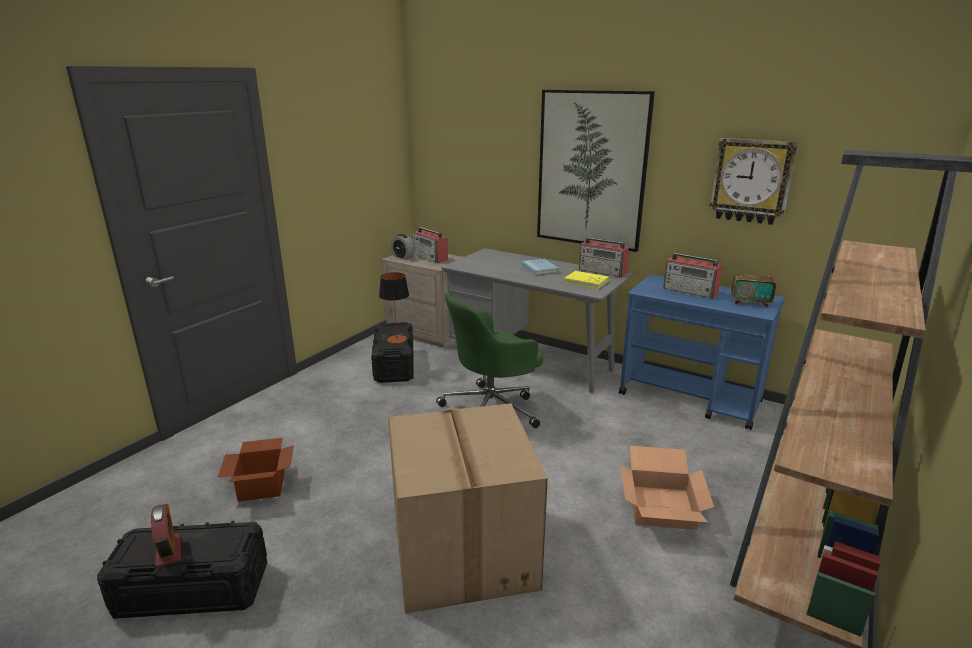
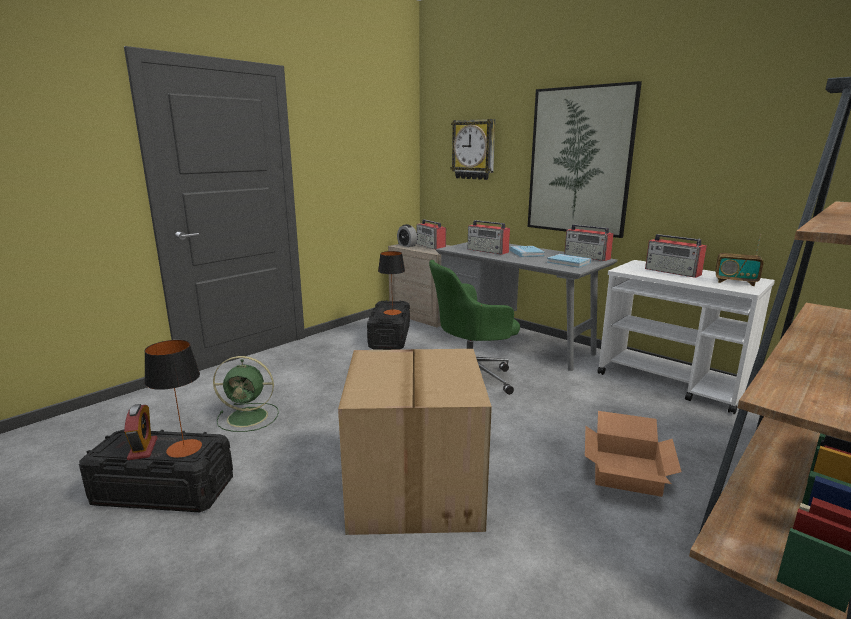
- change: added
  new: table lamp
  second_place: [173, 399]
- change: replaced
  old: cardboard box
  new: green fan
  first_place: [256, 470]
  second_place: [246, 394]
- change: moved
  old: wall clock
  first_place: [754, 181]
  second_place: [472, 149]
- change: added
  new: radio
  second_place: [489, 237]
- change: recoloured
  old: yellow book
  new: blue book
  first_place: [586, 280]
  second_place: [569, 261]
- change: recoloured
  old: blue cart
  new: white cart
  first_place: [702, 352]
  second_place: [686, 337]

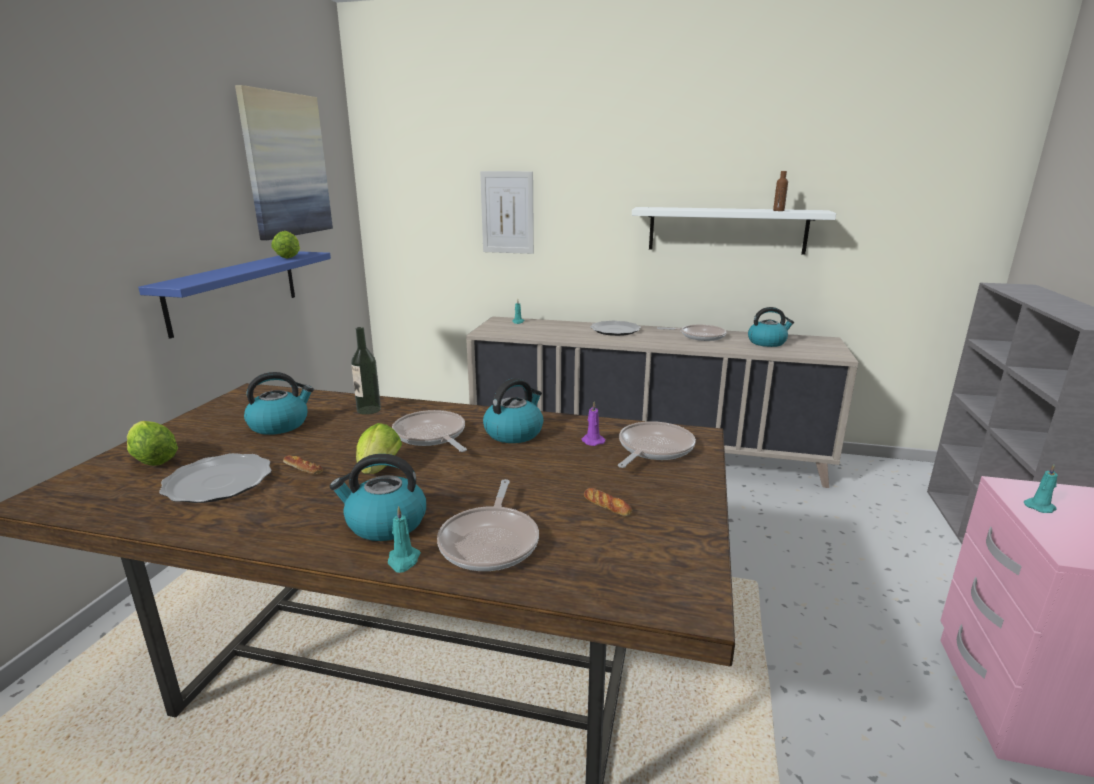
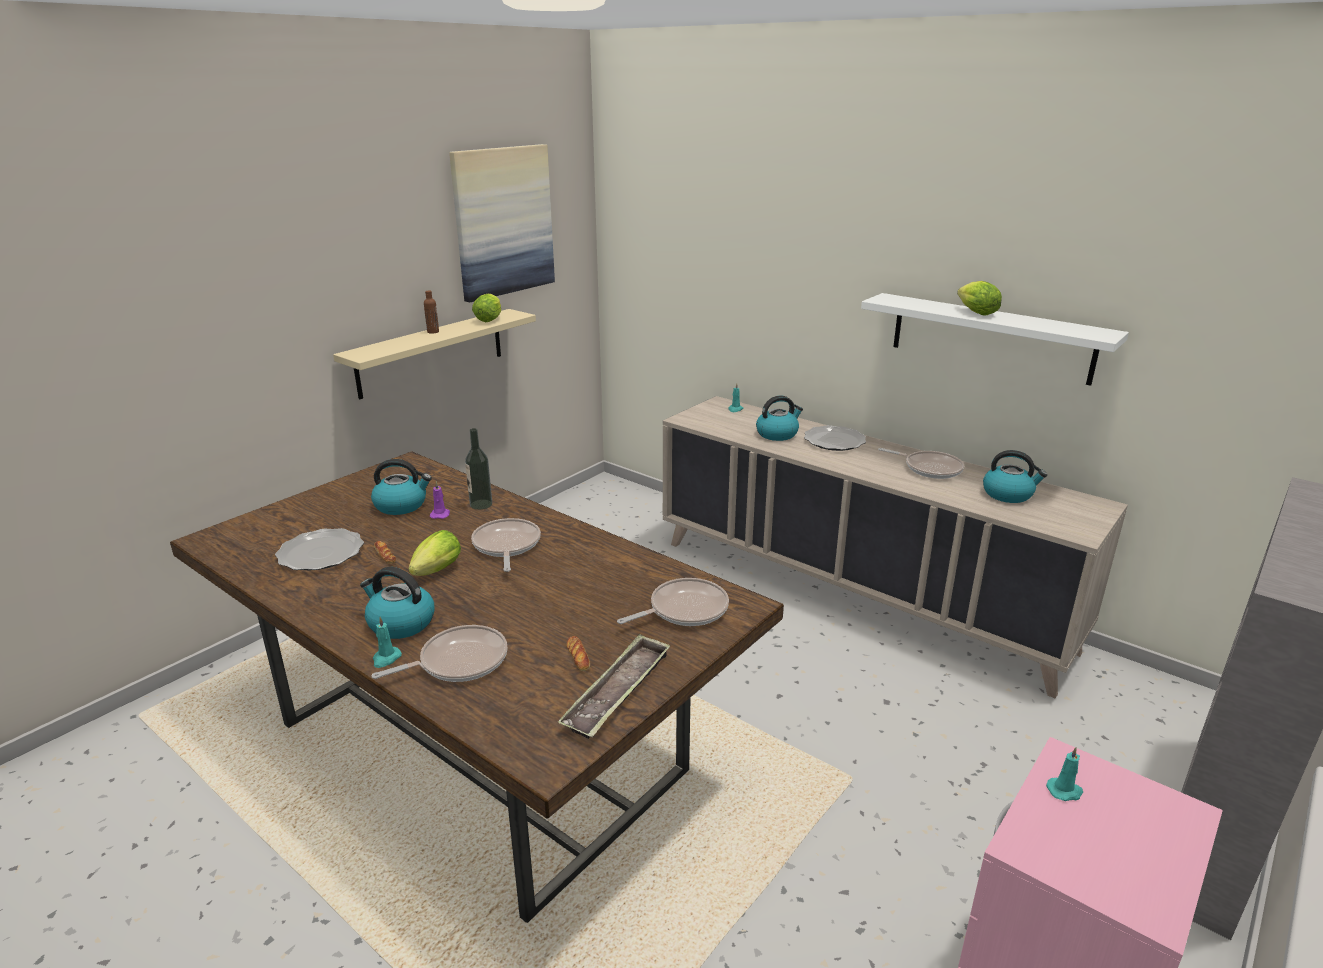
- change: recoloured
  old: blue shelf
  new: beige shelf
  first_place: [234, 295]
  second_place: [434, 354]
- change: turned
  old: frying pan
  first_place: [488, 525]
  second_place: [439, 653]
  degrees: -150
- change: moved
  old: brown bottle
  first_place: [780, 191]
  second_place: [431, 312]
- change: moved
  old: purple candle
  first_place: [593, 423]
  second_place: [440, 500]
- change: added
  new: tray
  second_place: [614, 686]
- change: moved
  old: kettle
  first_place: [513, 410]
  second_place: [779, 418]
- change: moved
  old: lettuce
  first_place: [152, 443]
  second_place: [979, 298]
- change: removed
  old: picture
  first_place: [507, 212]

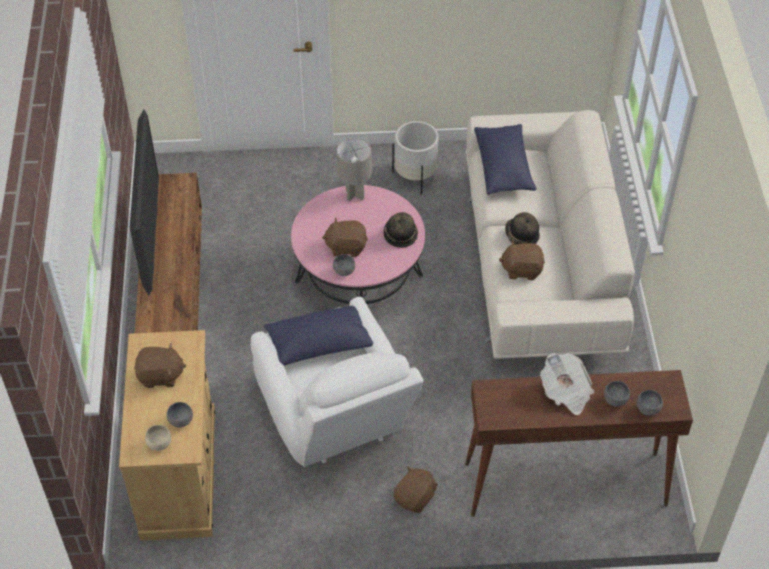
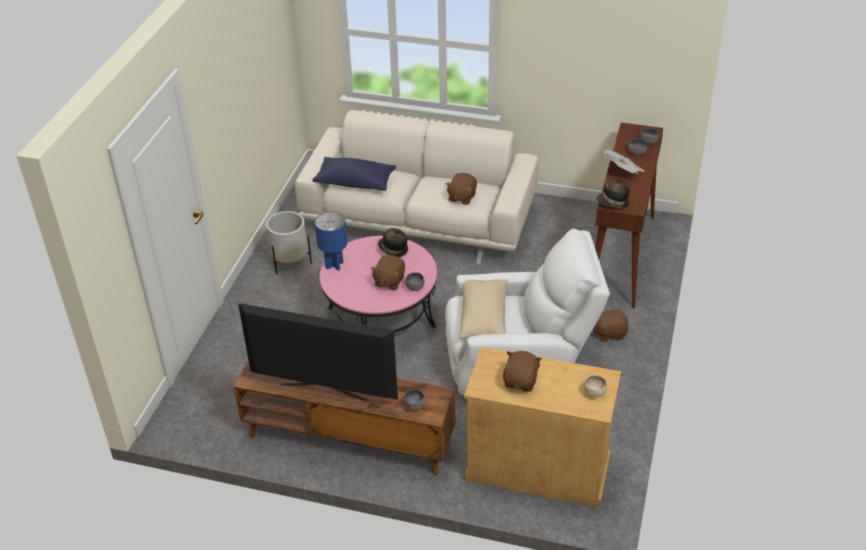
- change: recoloured
  old: grey table lamp
  new: blue table lamp
  first_place: [354, 170]
  second_place: [331, 241]
- change: moved
  old: grey bowl
  first_place: [179, 414]
  second_place: [414, 400]
- change: recoloured
  old: blue pillow
  new: beige pillow
  first_place: [318, 336]
  second_place: [483, 309]
- change: turned
  old: brown plush toy
  first_place: [415, 489]
  second_place: [611, 325]
  degrees: -60
- change: moved
  old: hat
  first_place: [522, 228]
  second_place: [613, 194]

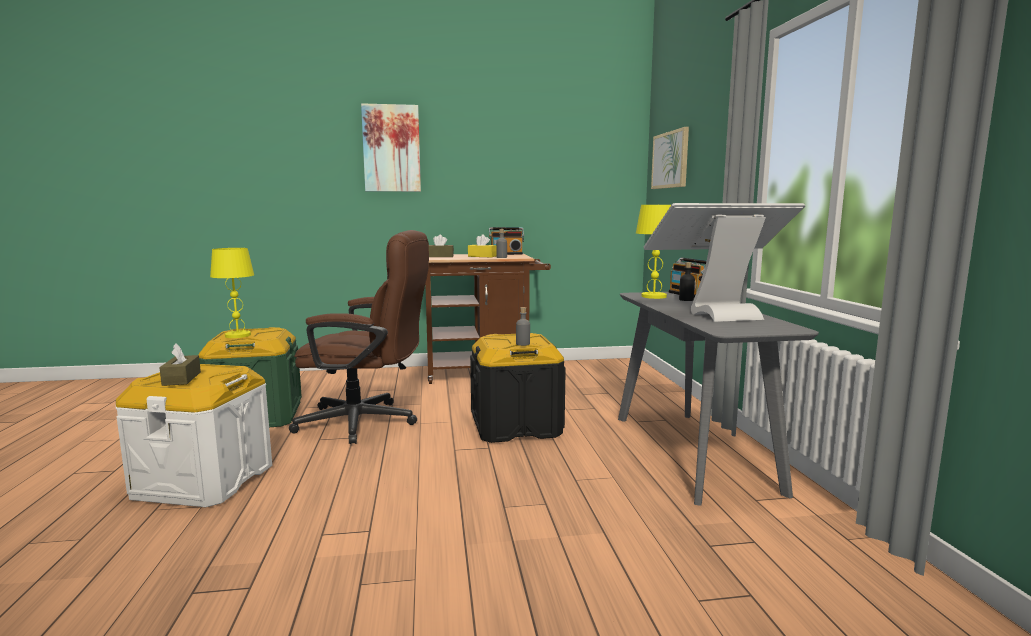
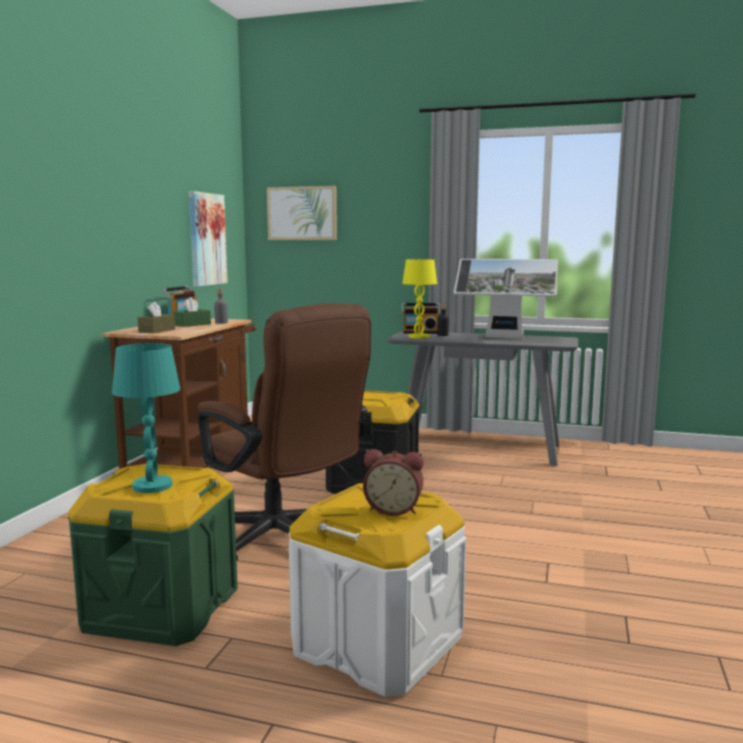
- change: recoloured
  old: yellow table lamp
  new: turquoise table lamp
  first_place: [232, 293]
  second_place: [146, 418]
- change: recoloured
  old: yellow tissue box
  new: green tissue box
  first_place: [482, 245]
  second_place: [192, 312]
- change: moved
  old: picture
  first_place: [391, 147]
  second_place: [208, 239]
- change: turned
  old: brown office chair
  first_place: [359, 337]
  second_place: [284, 431]
  degrees: 105
- change: replaced
  old: brown tissue box
  new: alarm clock
  first_place: [180, 365]
  second_place: [393, 482]
- change: turned
  old: monitor
  first_place: [724, 262]
  second_place: [506, 299]
  degrees: -90
- change: removed
  old: grey bottle
  first_place: [523, 326]

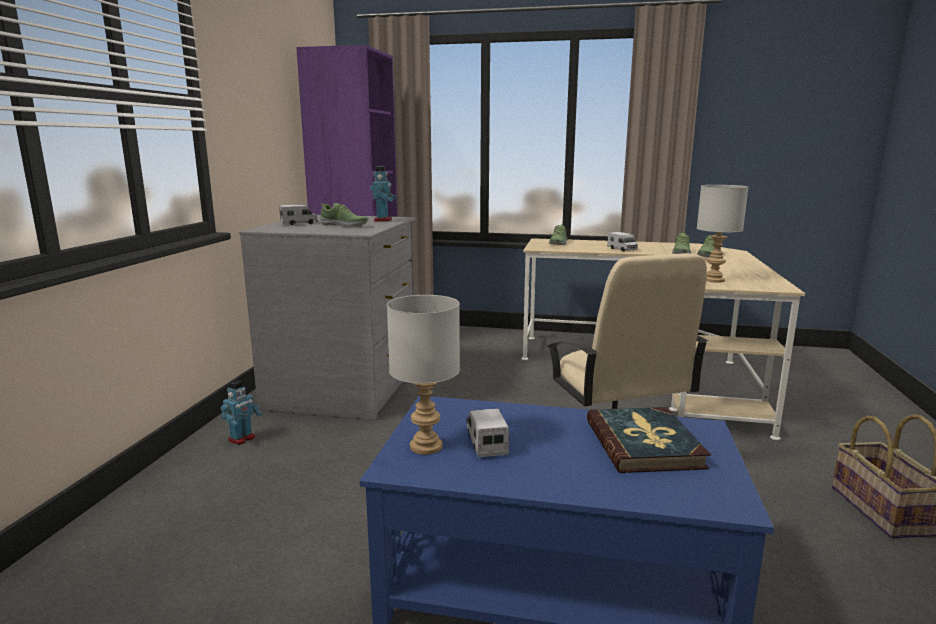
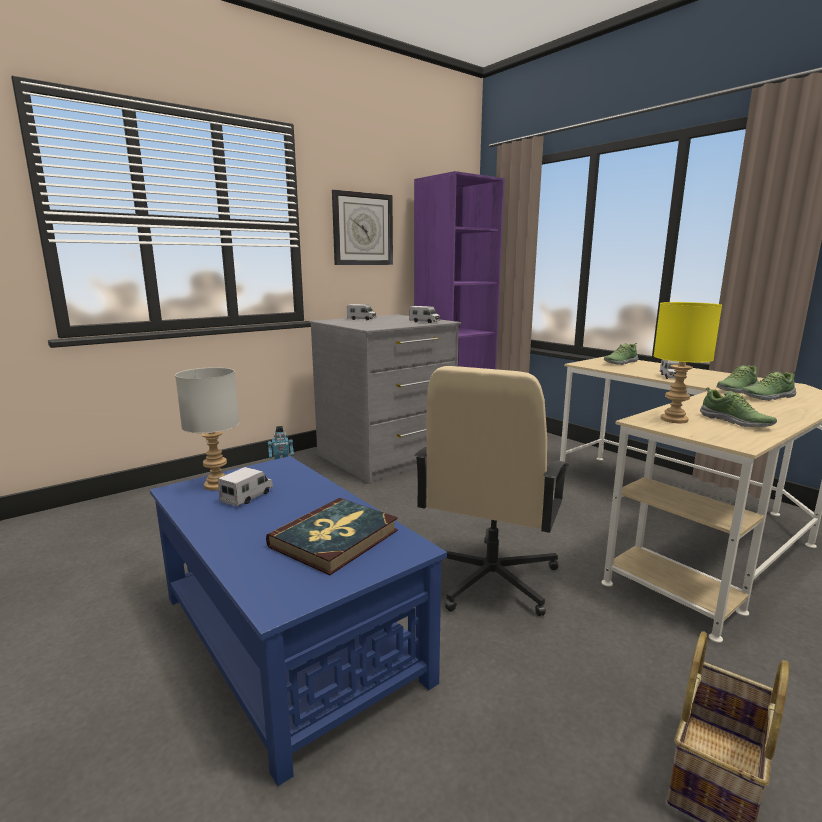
- change: added
  new: wall clock
  second_place: [362, 227]
- change: replaced
  old: toy robot
  new: toy truck
  first_place: [383, 194]
  second_place: [424, 314]
- change: recoloured
  old: grey table lamp
  new: yellow table lamp
  first_place: [722, 234]
  second_place: [688, 362]
- change: moved
  old: shoe
  first_place: [343, 215]
  second_place: [738, 407]

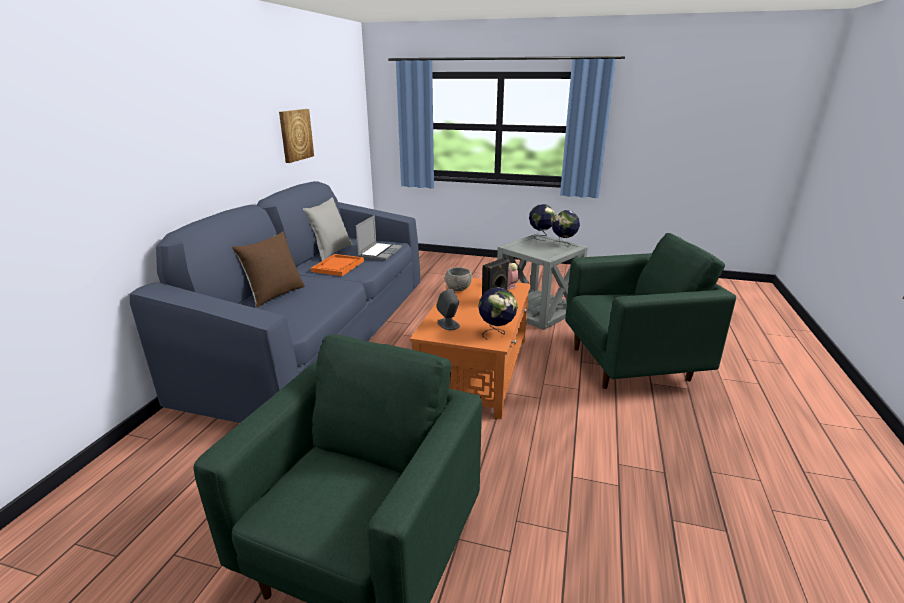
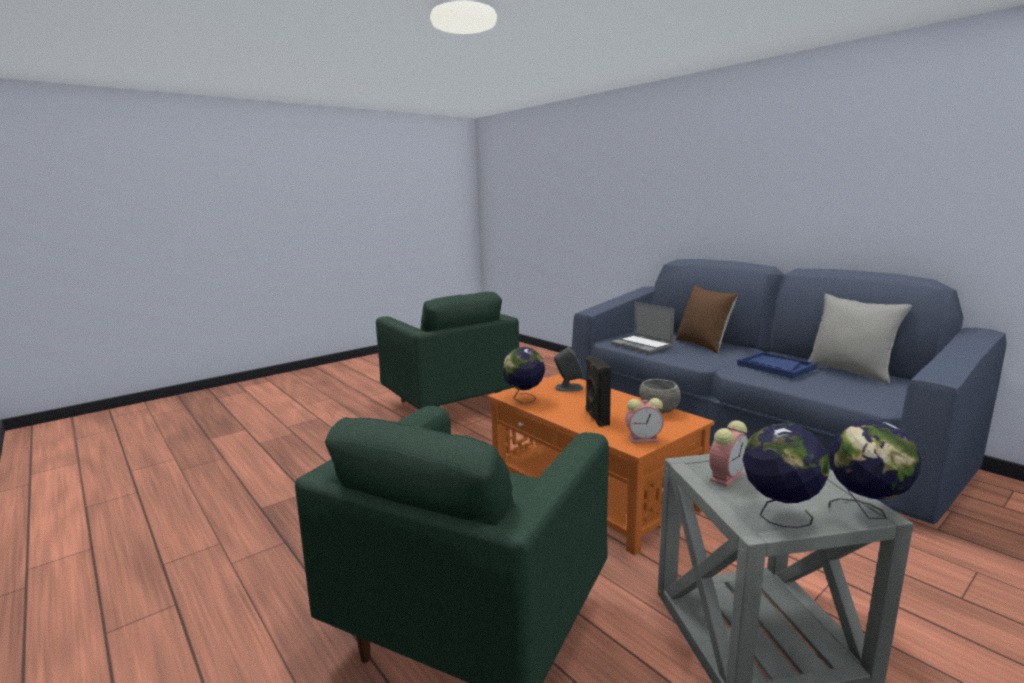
- change: moved
  old: laptop
  first_place: [379, 237]
  second_place: [643, 328]
- change: added
  new: alarm clock
  second_place: [728, 453]
- change: recoloured
  old: orange tray
  new: blue tray
  first_place: [337, 265]
  second_place: [777, 365]
- change: removed
  old: picture
  first_place: [296, 136]

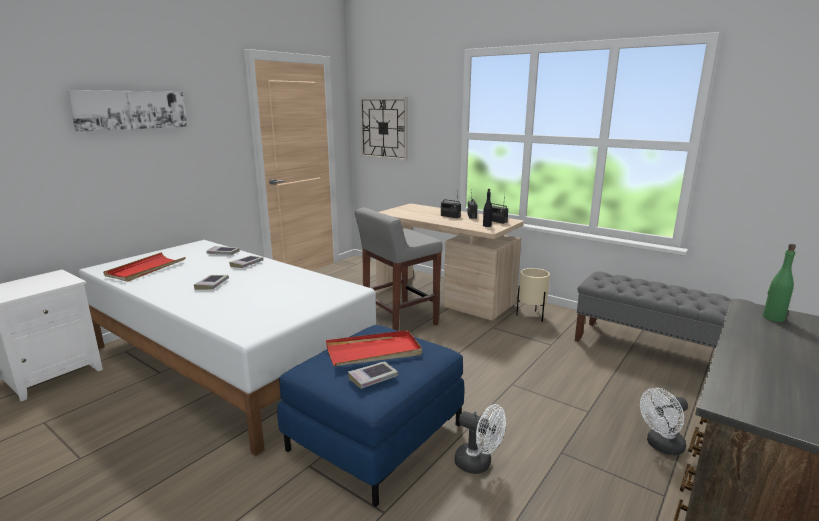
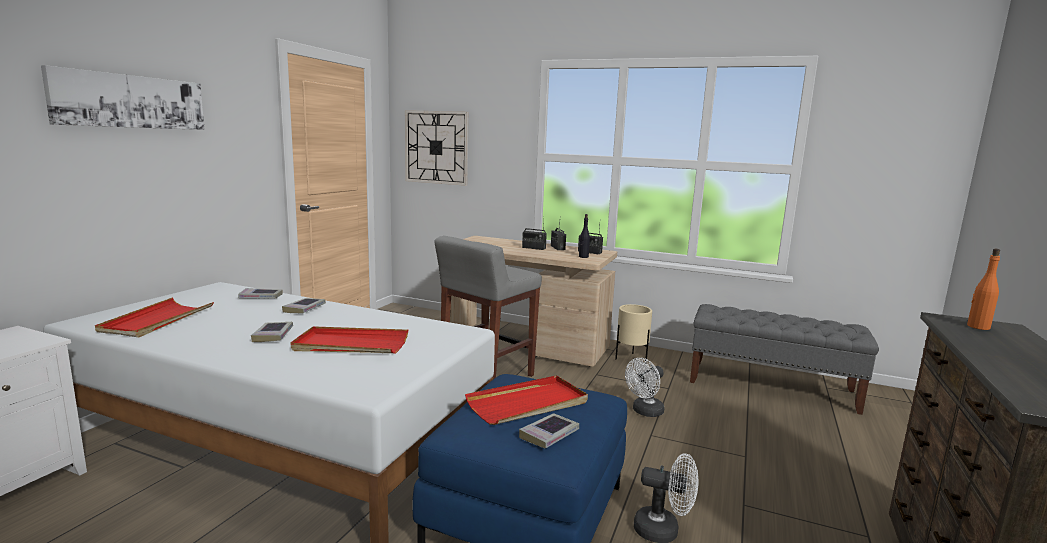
- change: added
  new: red tray
  second_place: [349, 339]
- change: moved
  old: white fan
  first_place: [664, 421]
  second_place: [644, 387]
- change: recoloured
  old: green bottle
  new: orange bottle
  first_place: [779, 283]
  second_place: [983, 289]

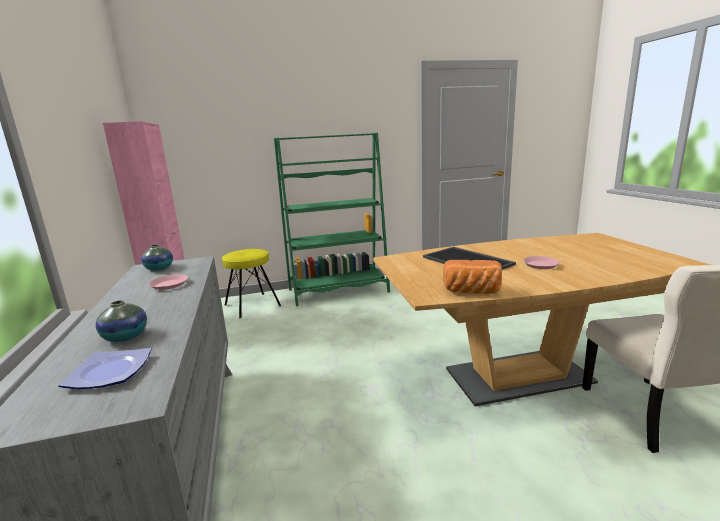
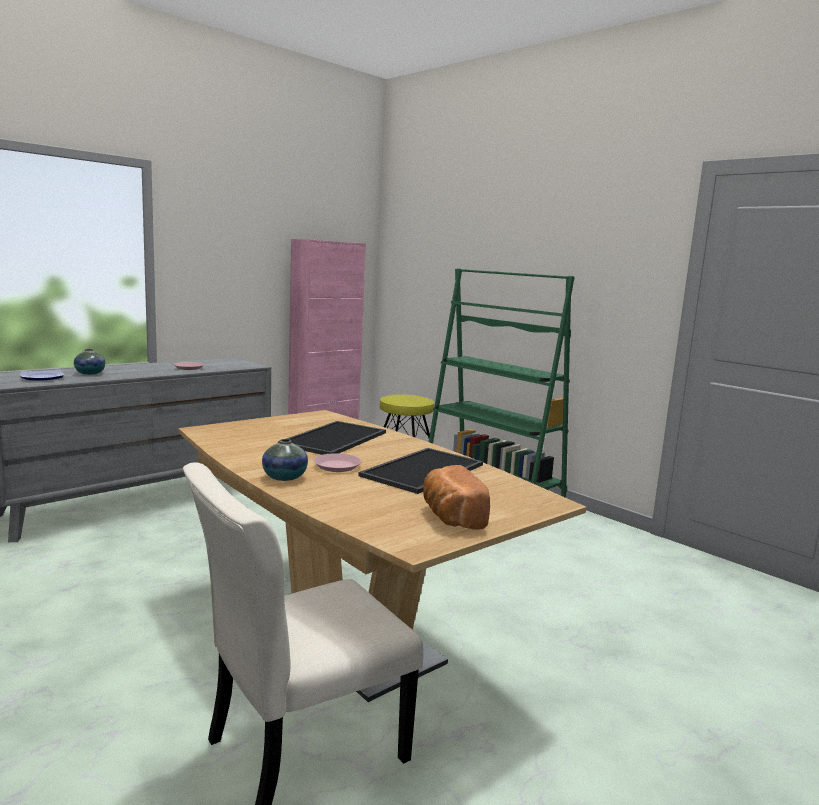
- change: moved
  old: vase
  first_place: [157, 257]
  second_place: [285, 460]
- change: added
  new: tray
  second_place: [420, 471]
- change: moved
  old: bread
  first_place: [472, 277]
  second_place: [456, 497]

